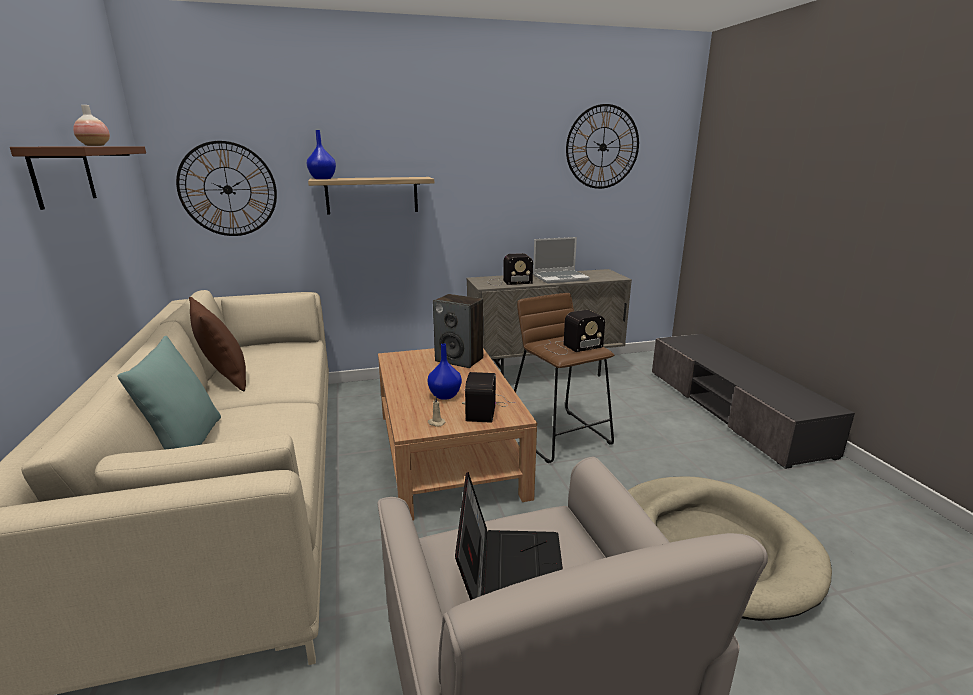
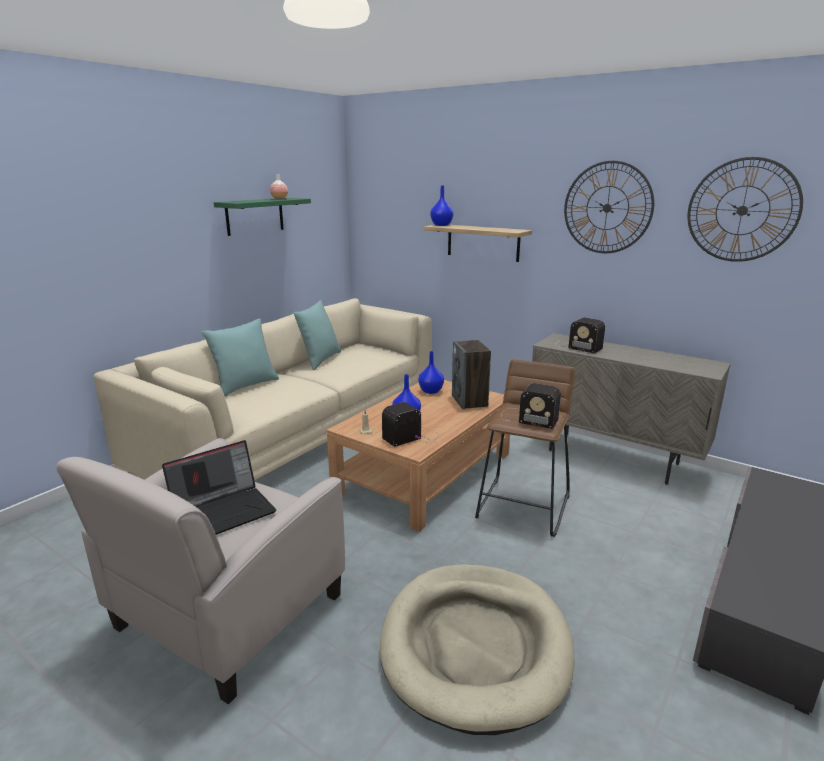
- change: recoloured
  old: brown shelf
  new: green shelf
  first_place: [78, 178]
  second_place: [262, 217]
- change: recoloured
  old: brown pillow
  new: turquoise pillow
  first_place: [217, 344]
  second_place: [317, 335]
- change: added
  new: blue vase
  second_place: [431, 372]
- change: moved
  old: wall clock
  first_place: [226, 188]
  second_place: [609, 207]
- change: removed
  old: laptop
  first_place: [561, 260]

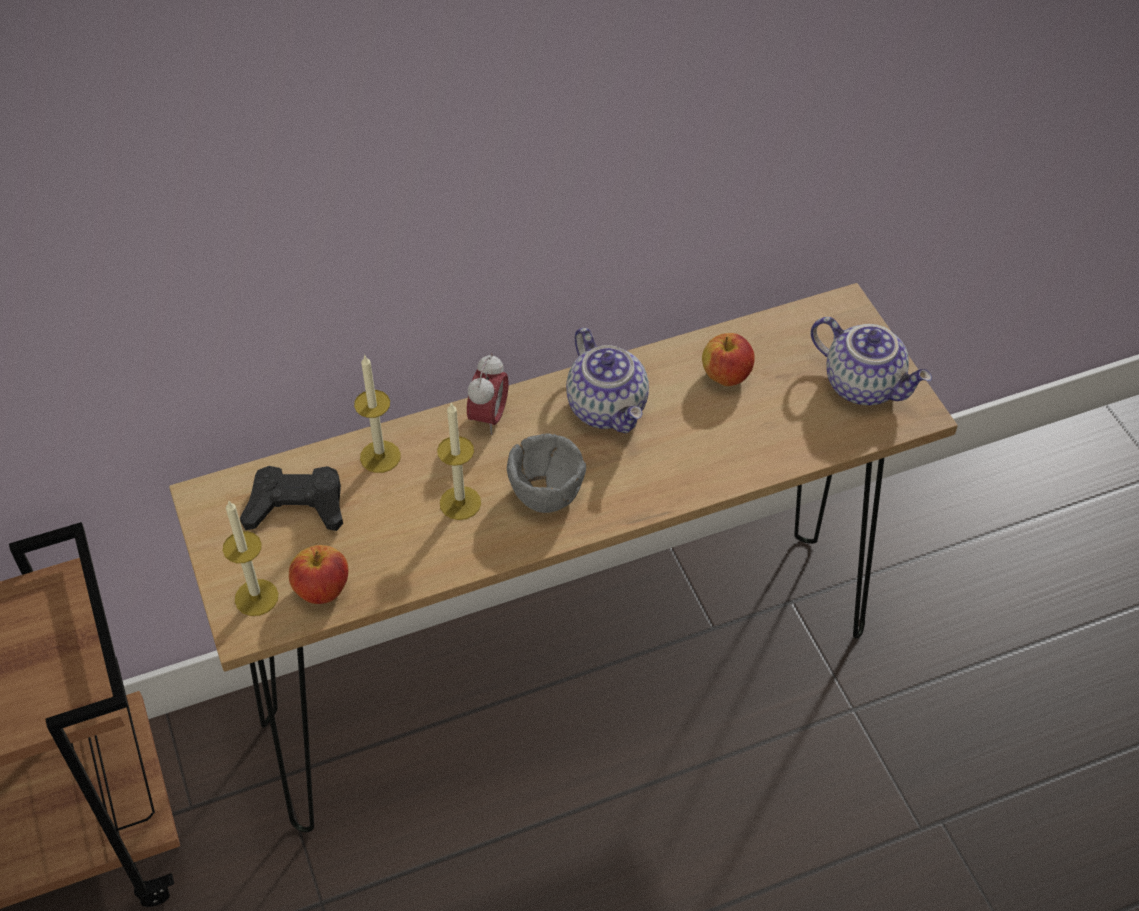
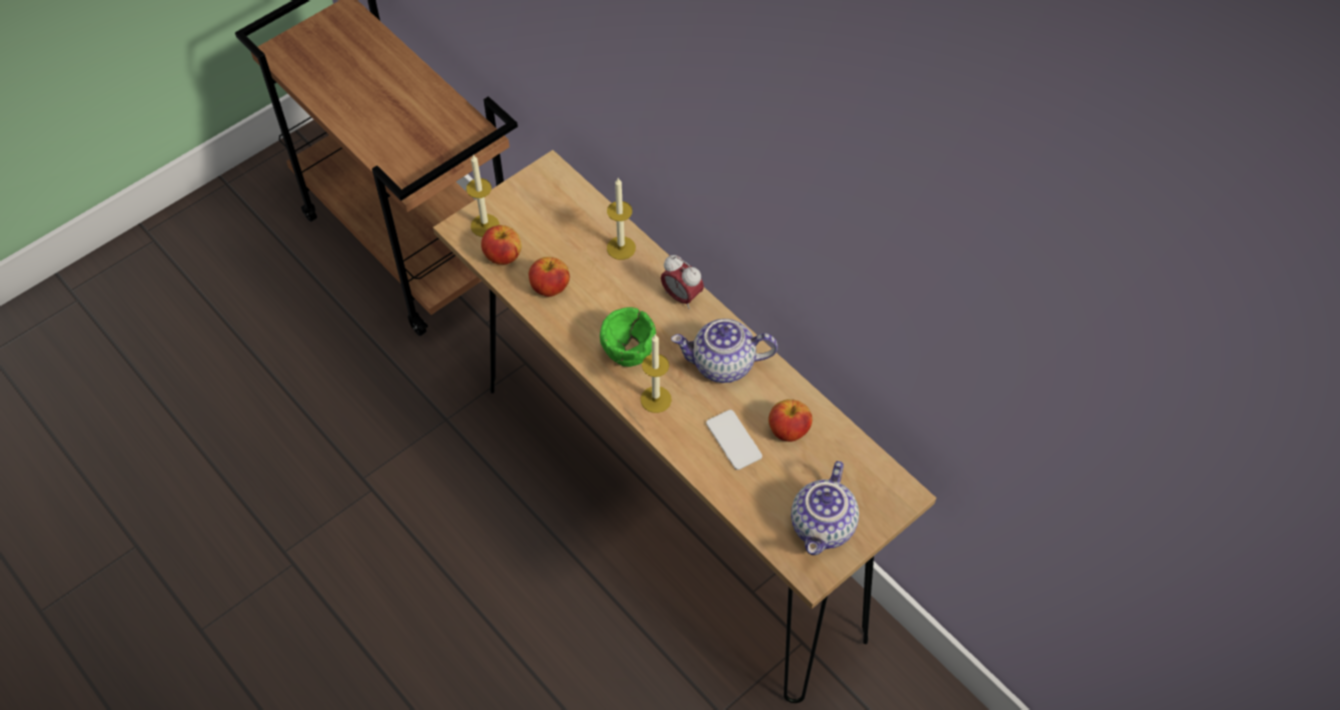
- change: added
  new: apple
  second_place: [549, 277]
- change: recoloured
  old: grey bowl
  new: green bowl
  first_place: [546, 473]
  second_place: [628, 337]
- change: moved
  old: candle
  first_place: [459, 461]
  second_place: [656, 374]
- change: turned
  old: alarm clock
  first_place: [488, 394]
  second_place: [682, 282]
  degrees: 45
- change: turned
  old: teapot
  first_place: [607, 380]
  second_place: [724, 351]
  degrees: 45
- change: added
  new: phone
  second_place: [734, 440]
- change: removed
  old: black game controller
  first_place: [291, 498]

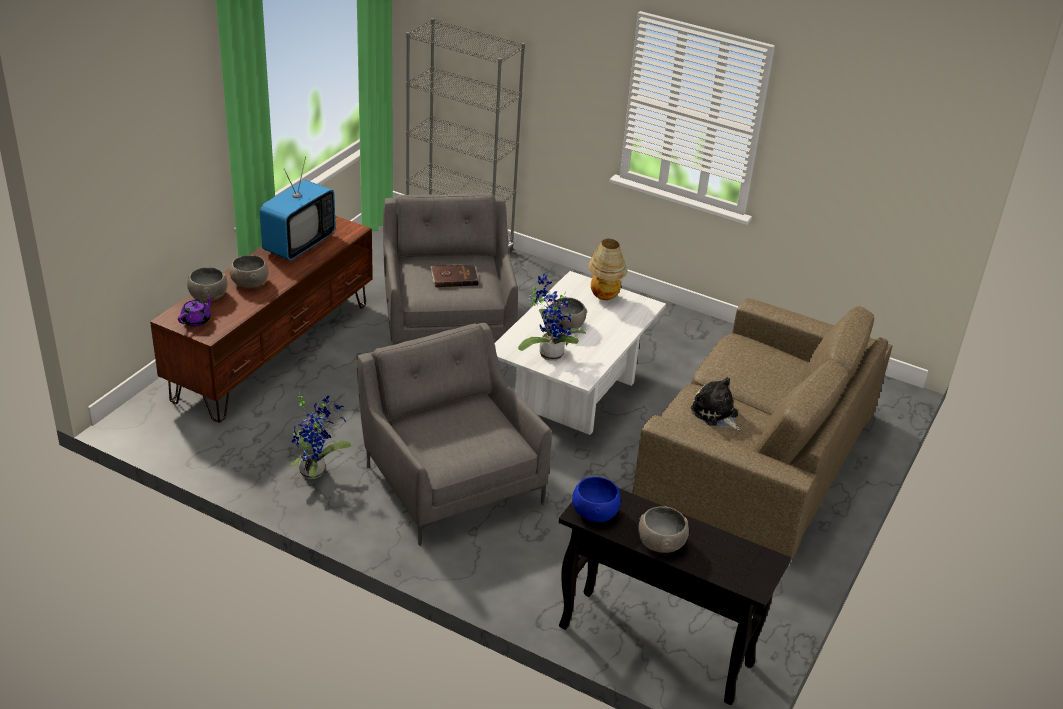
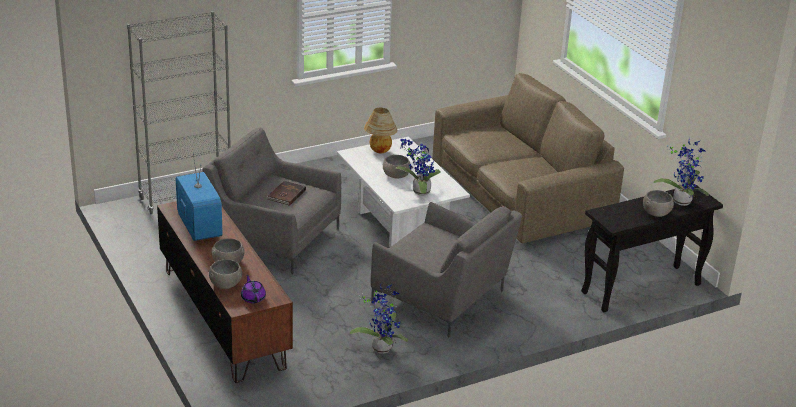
- change: turned
  old: grey armchair
  first_place: [454, 434]
  second_place: [446, 270]
  degrees: -150
- change: added
  new: potted plant
  second_place: [681, 172]
- change: removed
  old: blue bowl
  first_place: [596, 499]
- change: removed
  old: plush toy
  first_place: [715, 403]

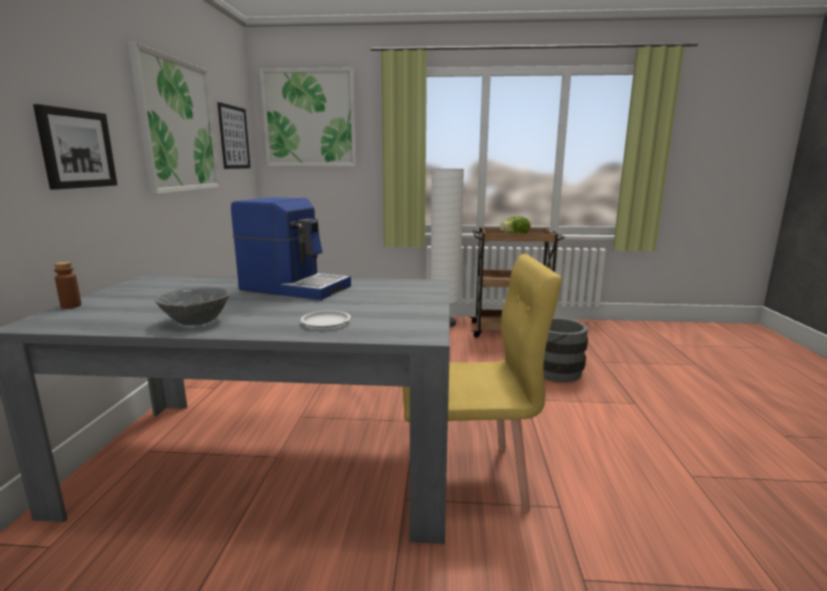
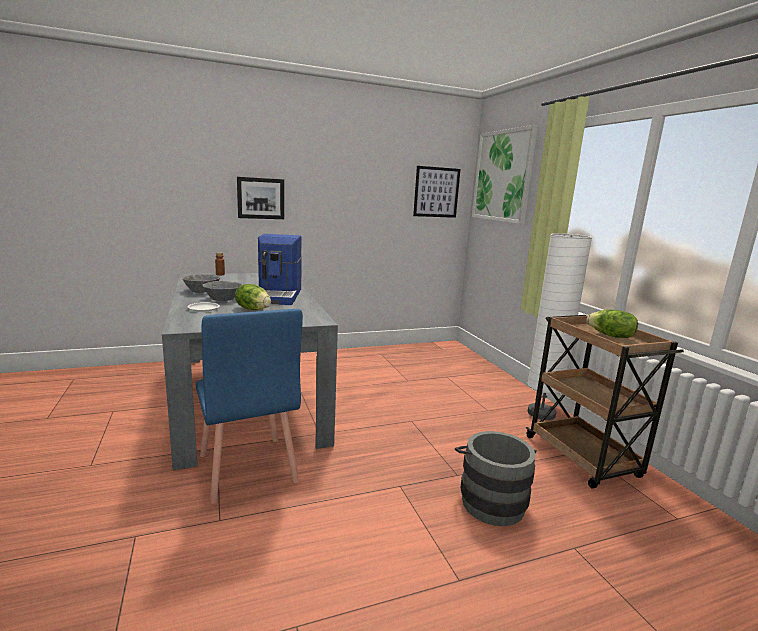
- change: recoloured
  old: yellow chair
  new: blue chair
  first_place: [482, 383]
  second_place: [249, 406]
- change: added
  new: grey bowl
  second_place: [222, 291]
- change: added
  new: lettuce
  second_place: [253, 297]
- change: removed
  old: picture
  first_place: [174, 118]

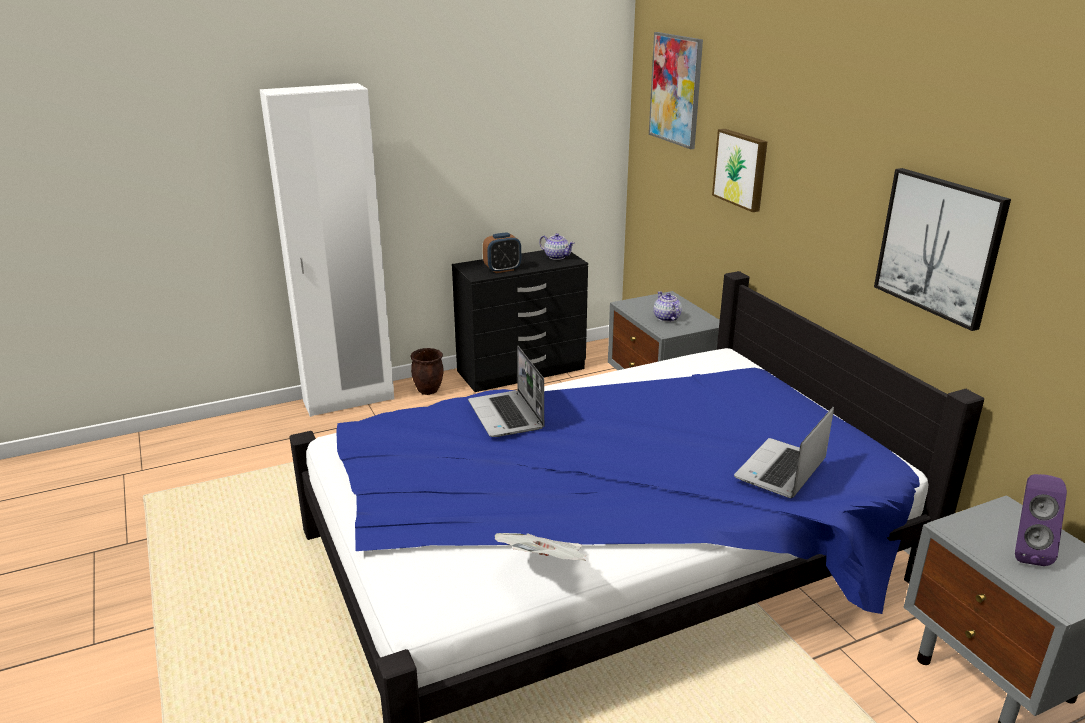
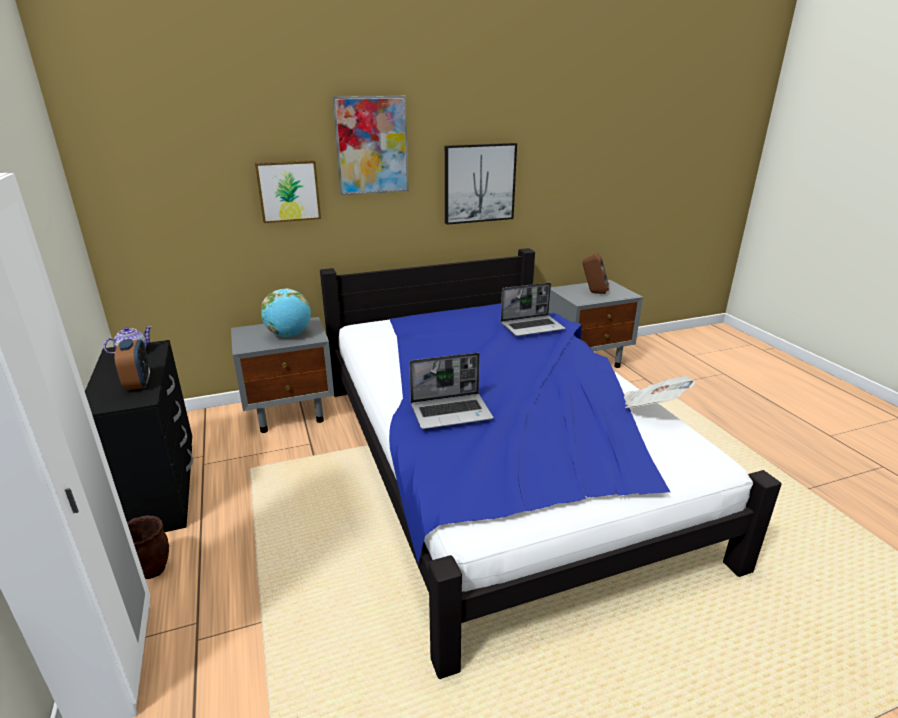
- change: replaced
  old: teapot
  new: globe
  first_place: [667, 306]
  second_place: [286, 312]
- change: moved
  old: picture
  first_place: [676, 90]
  second_place: [370, 145]
- change: turned
  old: laptop
  first_place: [784, 452]
  second_place: [533, 309]
  degrees: -60
- change: recoloured
  old: purple speaker
  new: brown speaker
  first_place: [1041, 520]
  second_place: [596, 273]

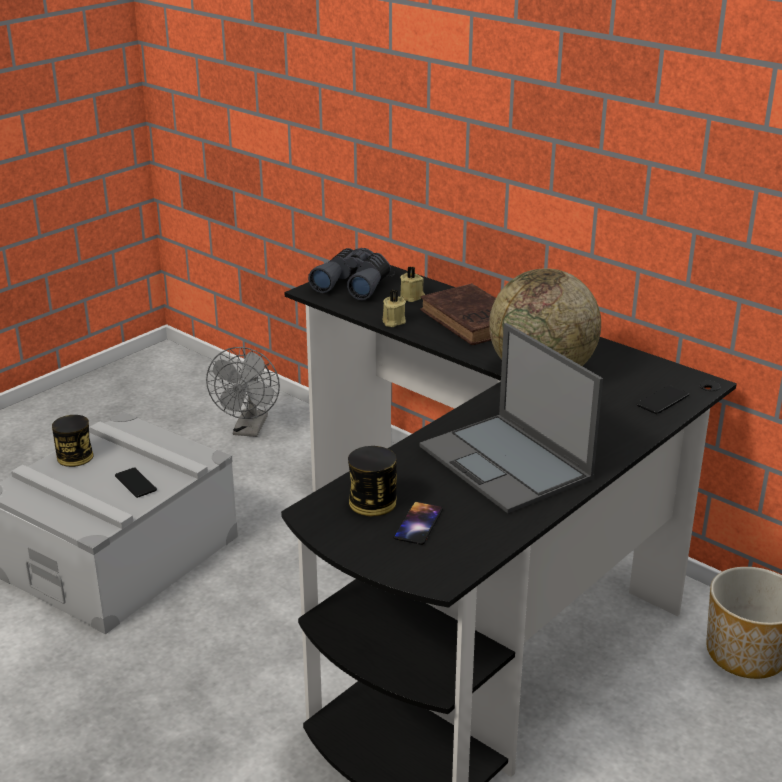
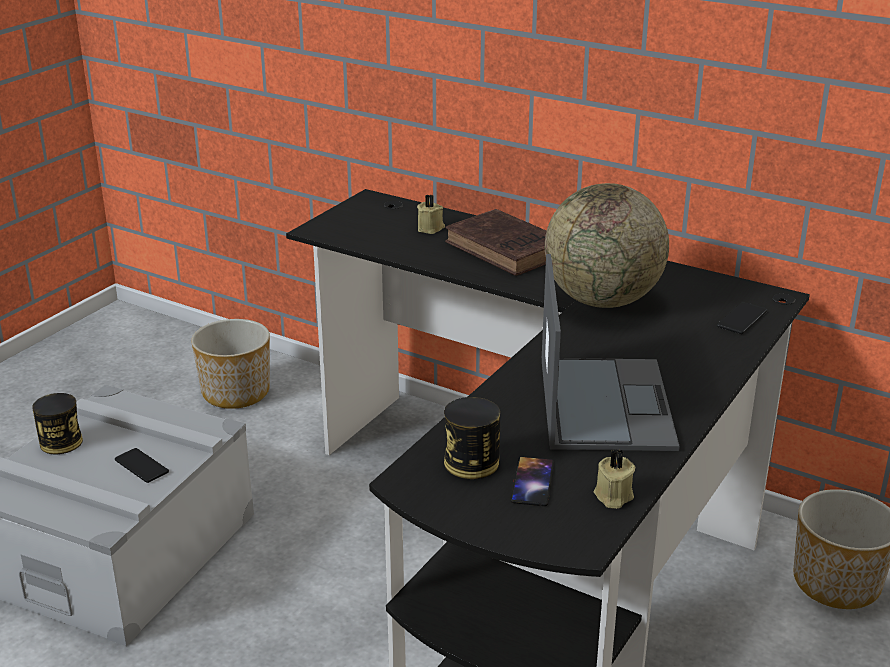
- change: replaced
  old: grey fan
  new: planter
  first_place: [243, 392]
  second_place: [230, 364]
- change: turned
  old: laptop
  first_place: [511, 418]
  second_place: [611, 352]
  degrees: -135
- change: moved
  old: beige candle
  first_place: [394, 308]
  second_place: [614, 479]
- change: removed
  old: grey binoculars
  first_place: [349, 274]

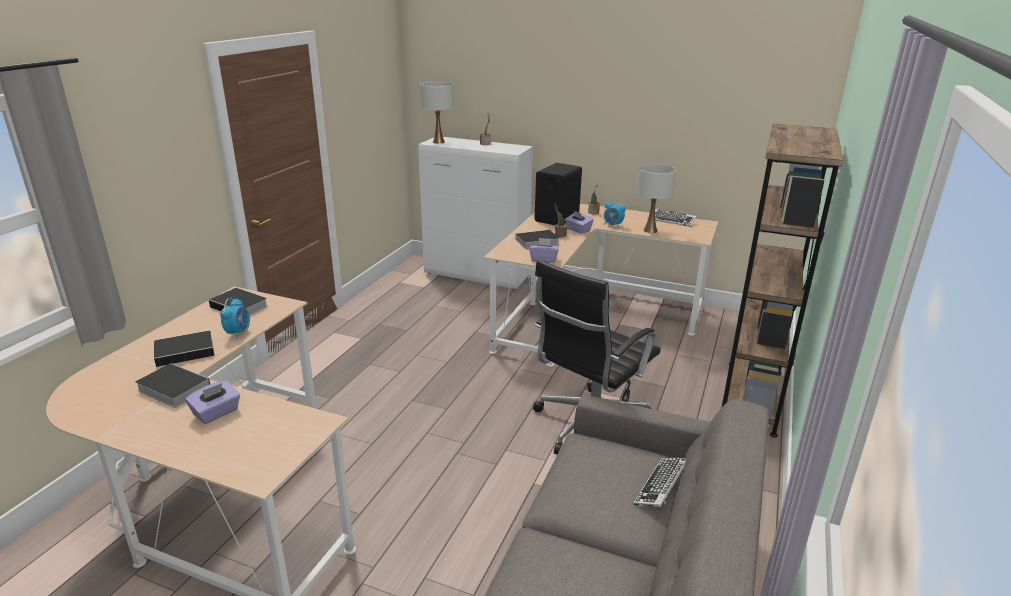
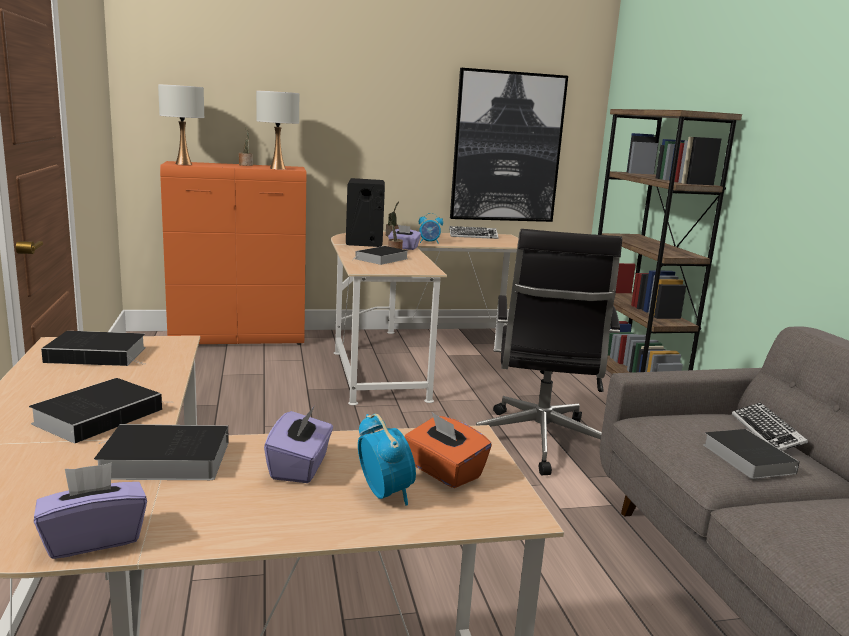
- change: moved
  old: purple tissue box
  first_place: [544, 250]
  second_place: [90, 511]
- change: recoloured
  old: white cabinet
  new: orange cabinet
  first_place: [475, 213]
  second_place: [233, 253]
- change: moved
  old: white table lamp
  first_place: [656, 198]
  second_place: [277, 130]
- change: moved
  old: alarm clock
  first_place: [235, 318]
  second_place: [387, 460]
- change: added
  new: orange tissue box
  second_place: [448, 450]
- change: added
  new: picture
  second_place: [509, 145]
- change: added
  new: book
  second_place: [751, 454]

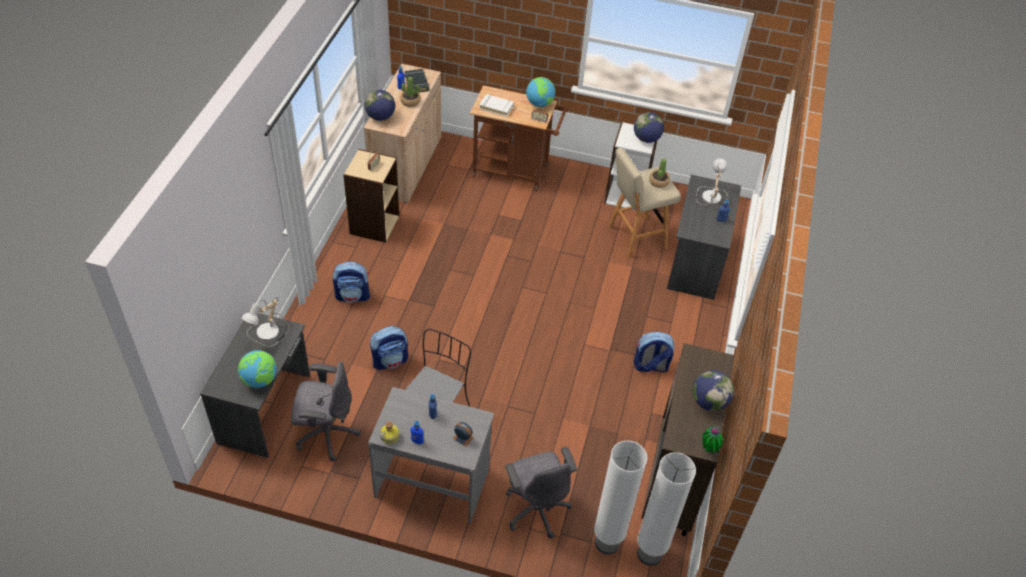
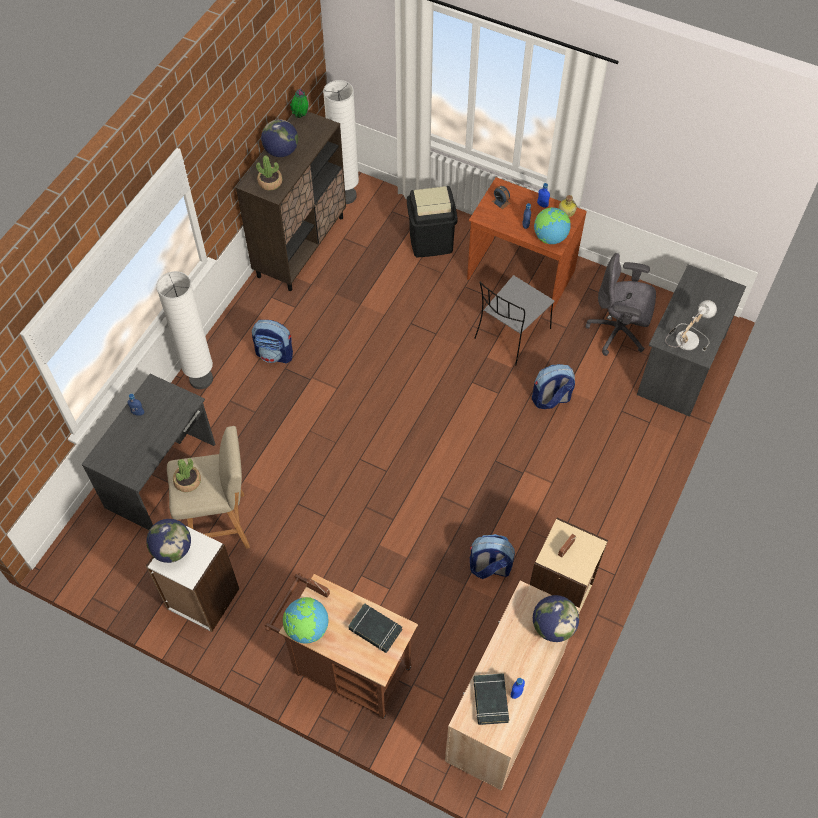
- change: moved
  old: white floor lamp
  first_place: [620, 498]
  second_place: [184, 330]
- change: moved
  old: potted plant
  first_place: [410, 92]
  second_place: [269, 172]
- change: recoloured
  old: white book
  new: black book
  first_place: [496, 105]
  second_place: [375, 628]
- change: replaced
  old: grey office chair
  new: black trash can
  first_place: [541, 493]
  second_place: [432, 221]
- change: recoloured
  old: grey desk
  new: brown desk
  first_place: [431, 455]
  second_place: [527, 245]
- change: moved
  old: backpack
  first_place: [351, 282]
  second_place: [492, 556]
- change: moved
  old: globe
  first_place: [257, 369]
  second_place: [552, 225]
- change: removed
  old: table lamp
  first_place: [712, 181]

